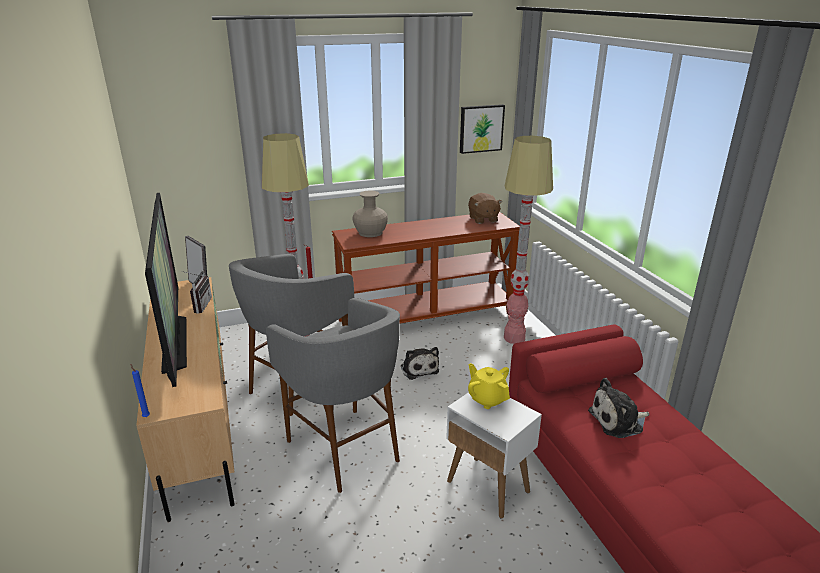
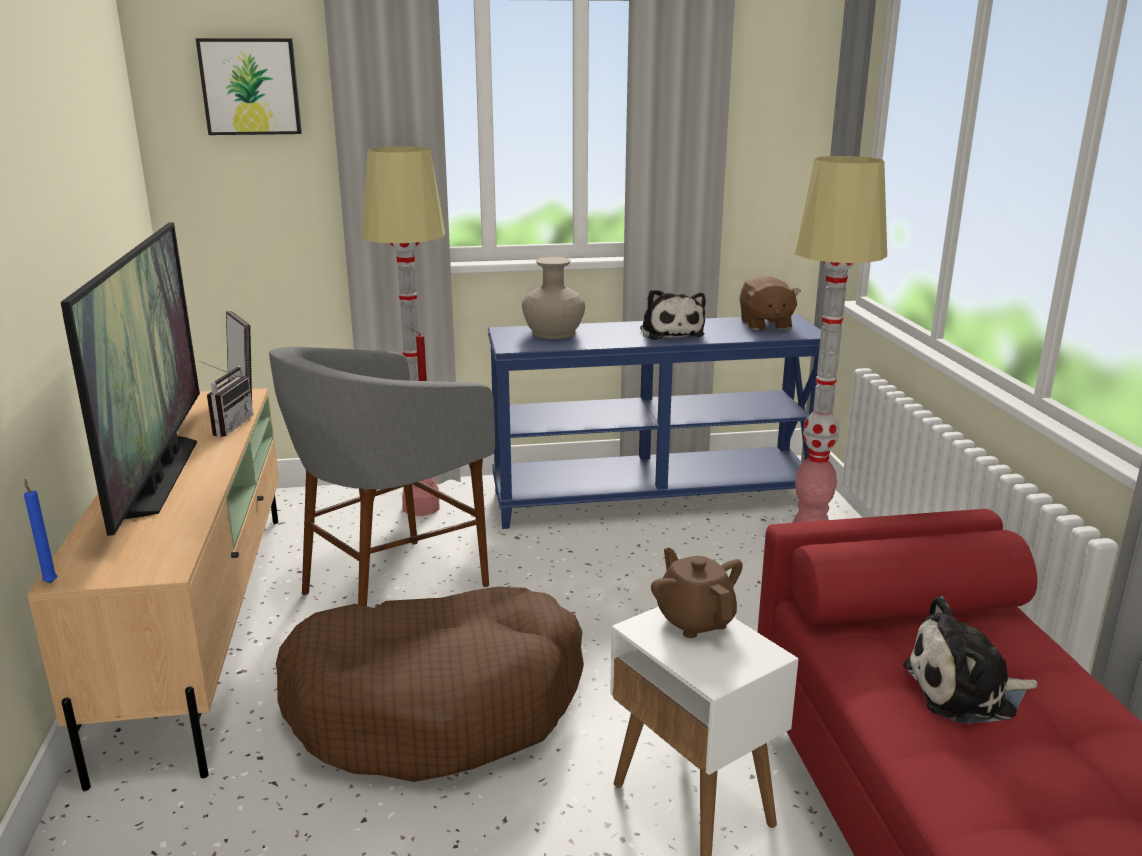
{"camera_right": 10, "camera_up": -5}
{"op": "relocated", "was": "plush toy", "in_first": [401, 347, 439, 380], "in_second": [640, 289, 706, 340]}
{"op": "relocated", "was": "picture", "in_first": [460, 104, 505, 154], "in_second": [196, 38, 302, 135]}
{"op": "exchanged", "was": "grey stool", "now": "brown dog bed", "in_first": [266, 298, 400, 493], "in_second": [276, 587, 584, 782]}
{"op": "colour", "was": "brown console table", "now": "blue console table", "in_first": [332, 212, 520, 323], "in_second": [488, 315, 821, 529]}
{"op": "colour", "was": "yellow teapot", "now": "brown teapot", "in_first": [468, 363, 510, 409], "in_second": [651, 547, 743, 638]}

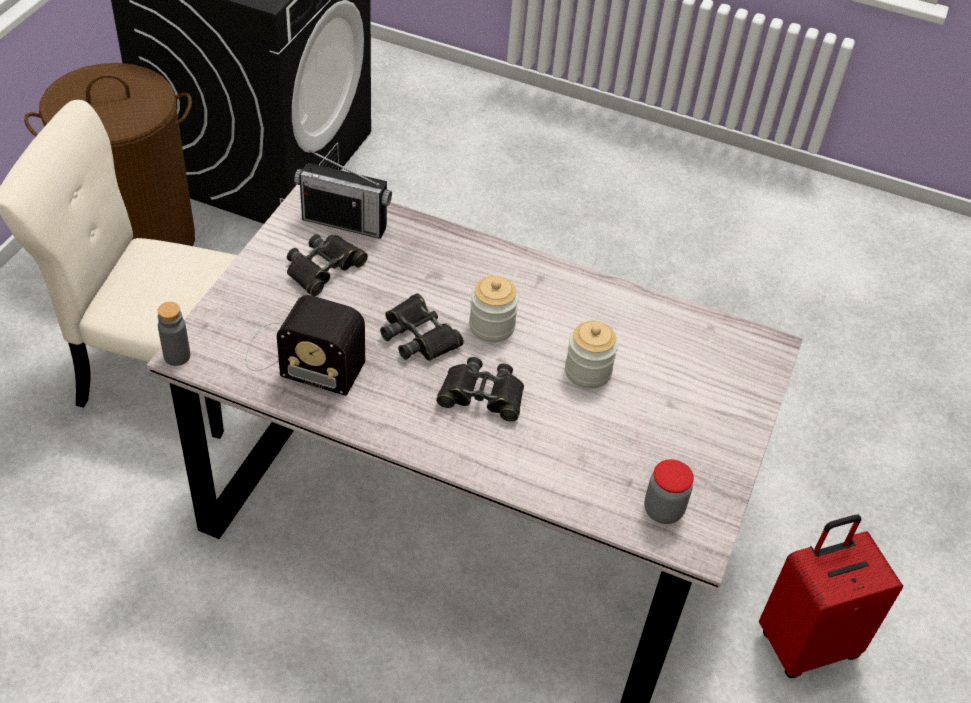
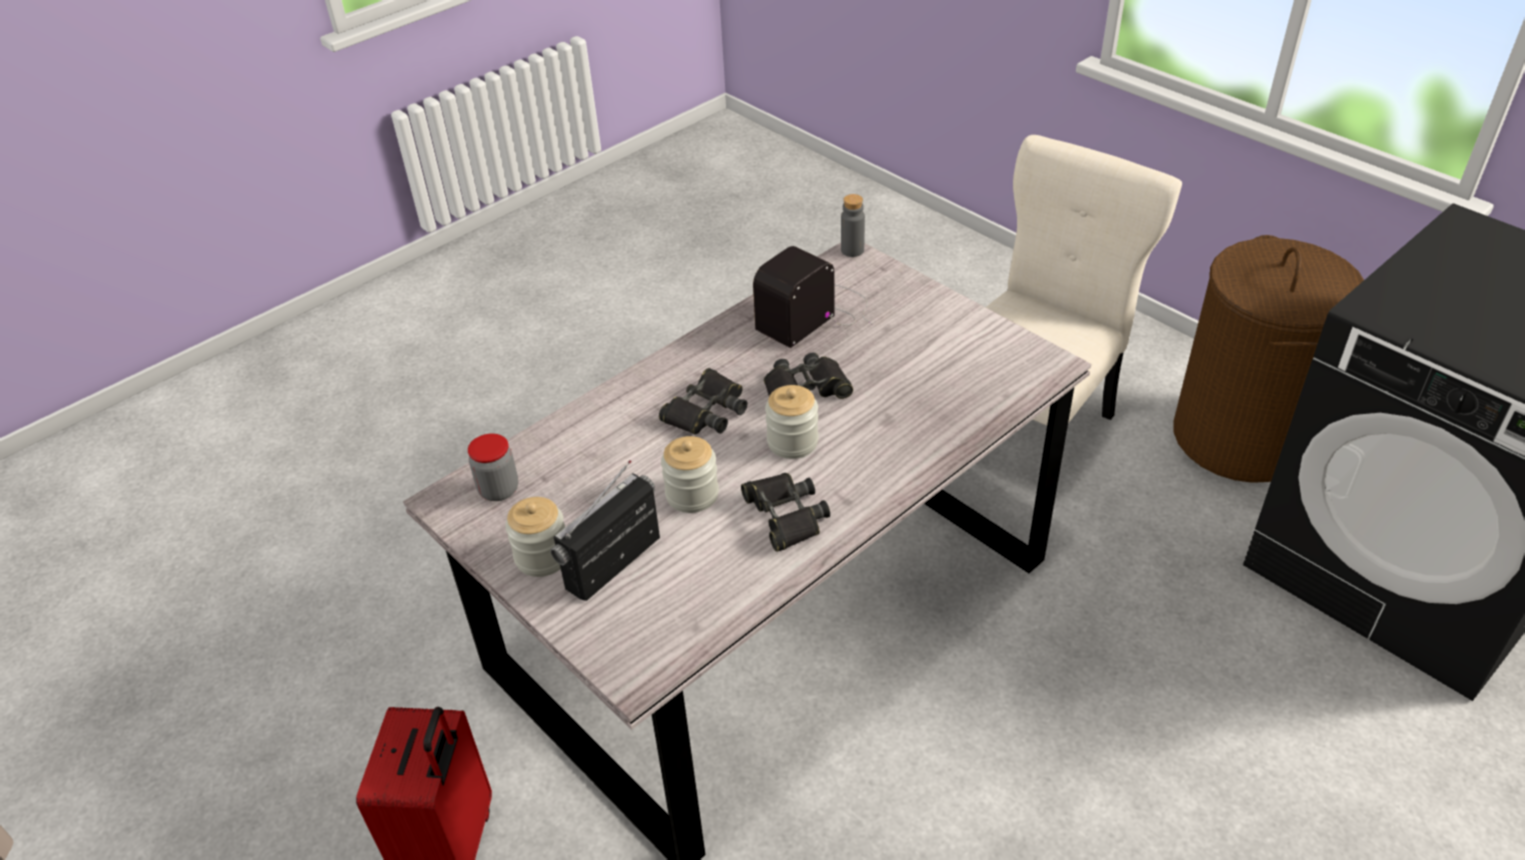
{"camera_right": 120, "camera_up": -5}
{"op": "appeared", "now": "jar", "in_second": [505, 497, 565, 577]}
{"op": "relocated", "was": "black binoculars", "in_first": [287, 234, 368, 296], "in_second": [741, 473, 830, 552]}
{"op": "relocated", "was": "radio", "in_first": [294, 150, 392, 239], "in_second": [550, 460, 660, 601]}

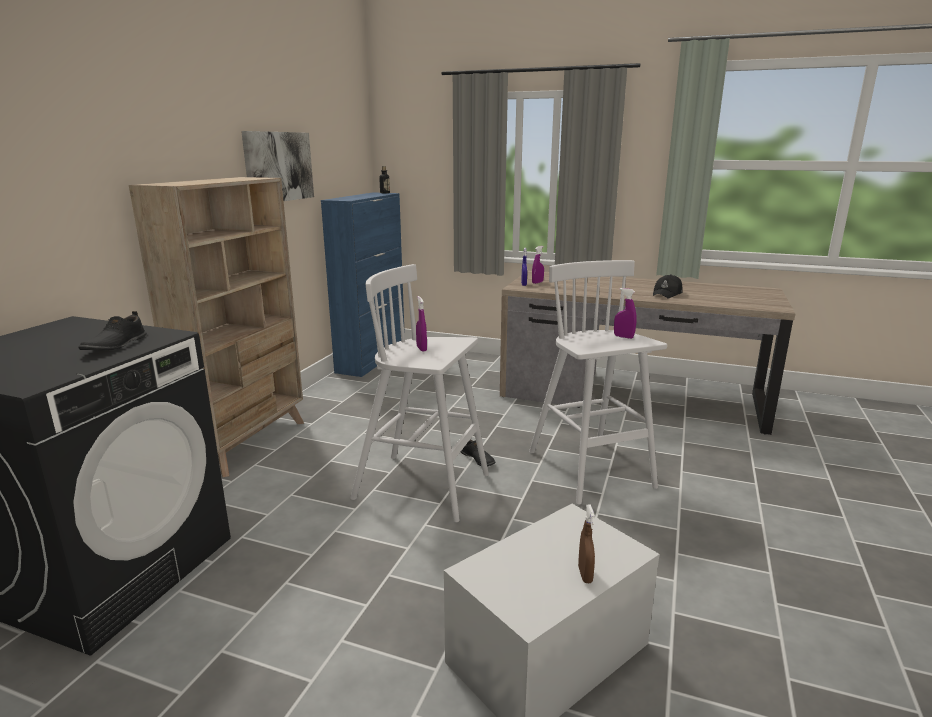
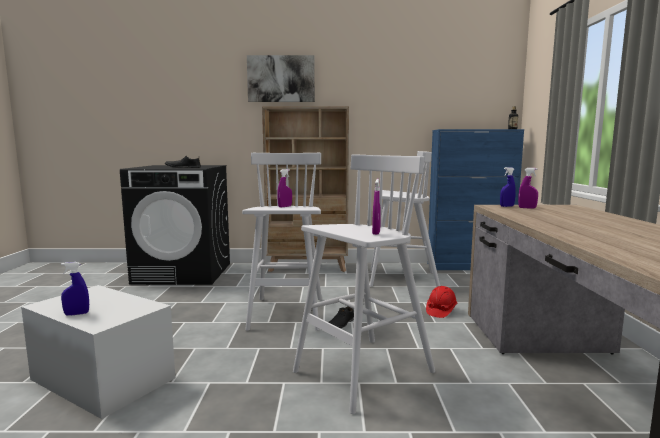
{"camera_right": 70, "camera_up": -10}
{"op": "missing", "was": "black cap", "in_first": [653, 274, 683, 298]}
{"op": "appeared", "now": "white stool", "in_second": [370, 151, 440, 287]}
{"op": "appeared", "now": "red hard hat", "in_second": [426, 286, 458, 318]}
{"op": "relocated", "was": "picture", "in_first": [241, 131, 314, 201], "in_second": [247, 55, 315, 102]}
{"op": "colour", "was": "brown spray bottle", "now": "blue spray bottle", "in_first": [578, 504, 595, 583], "in_second": [61, 262, 89, 316]}

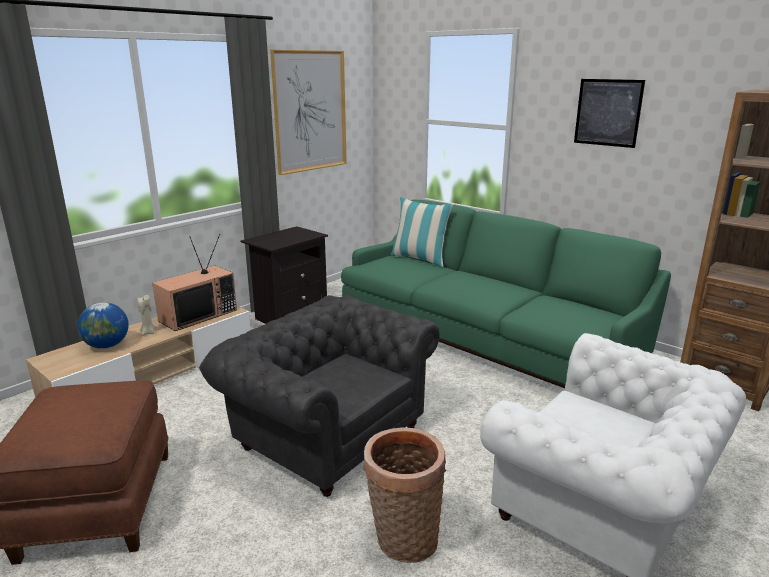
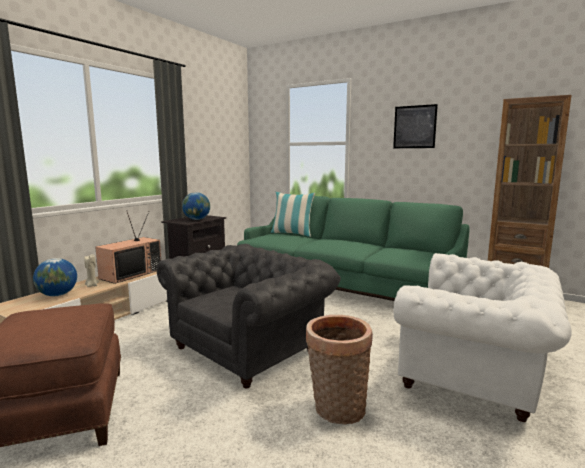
{"camera_right": -10, "camera_up": -10}
{"op": "missing", "was": "picture", "in_first": [270, 50, 347, 175]}
{"op": "appeared", "now": "globe", "in_second": [182, 192, 210, 220]}
{"op": "spun", "was": "grey armchair", "in_first": [200, 295, 439, 497], "in_second": [157, 244, 341, 388], "clockwise": 105}

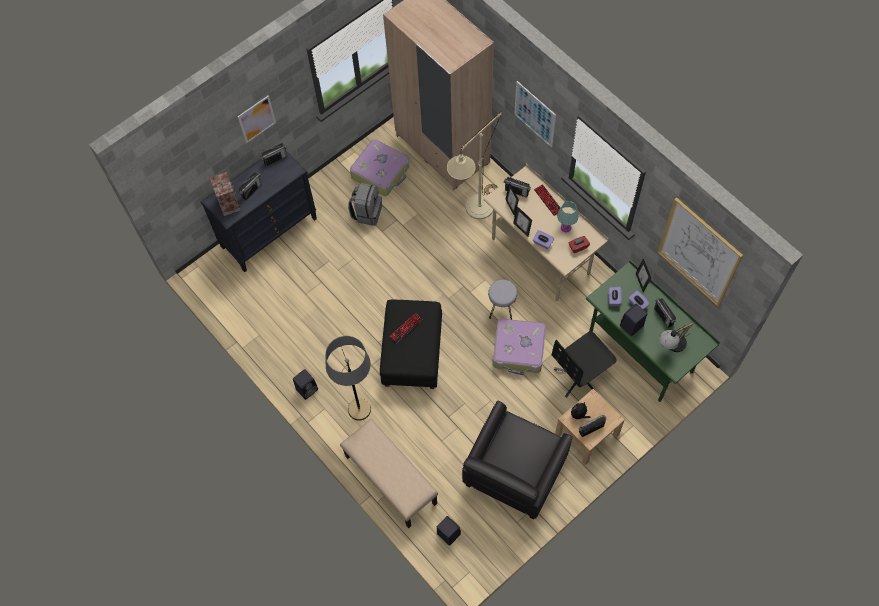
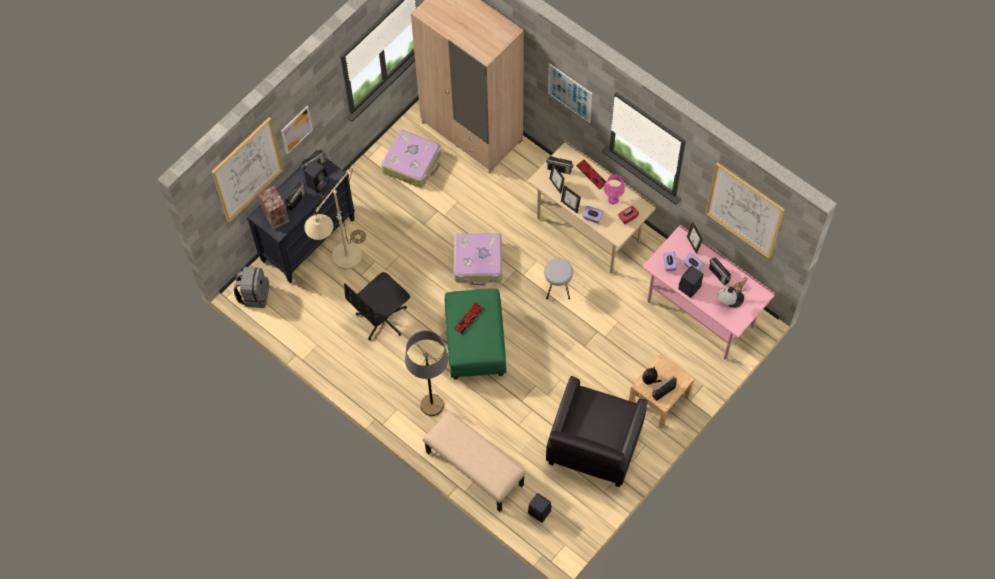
{"camera_right": -10, "camera_up": 0}
{"op": "appeared", "now": "picture", "in_second": [211, 117, 284, 222]}
{"op": "relocated", "was": "black speaker", "in_first": [293, 369, 318, 400], "in_second": [304, 160, 329, 193]}
{"op": "relocated", "was": "grey backpack", "in_first": [348, 183, 382, 226], "in_second": [234, 267, 269, 308]}
{"op": "relocated", "was": "beige floor lamp", "in_first": [447, 111, 502, 219], "in_second": [304, 164, 366, 269]}
{"op": "relocated", "was": "suitcase", "in_first": [493, 319, 546, 375], "in_second": [454, 233, 502, 286]}
{"op": "relocated", "was": "black office chair", "in_first": [552, 331, 617, 398], "in_second": [344, 272, 410, 340]}
{"op": "colour", "was": "black ottoman", "now": "green ottoman", "in_first": [380, 300, 442, 389], "in_second": [445, 289, 506, 379]}
{"op": "colour", "was": "turquoise table lamp", "now": "pink table lamp", "in_first": [557, 201, 579, 232], "in_second": [604, 174, 625, 204]}
{"op": "colour", "was": "green desk", "now": "pink desk", "in_first": [586, 260, 720, 402], "in_second": [642, 224, 775, 359]}

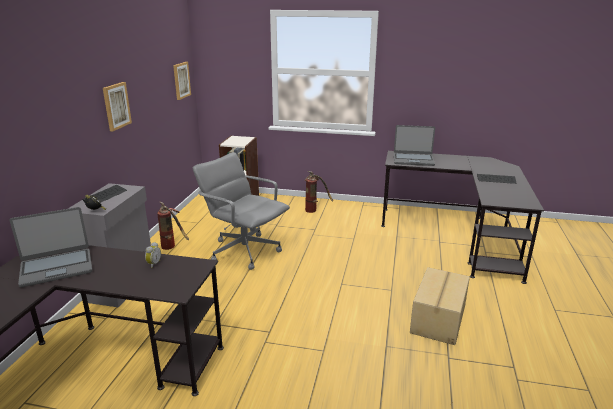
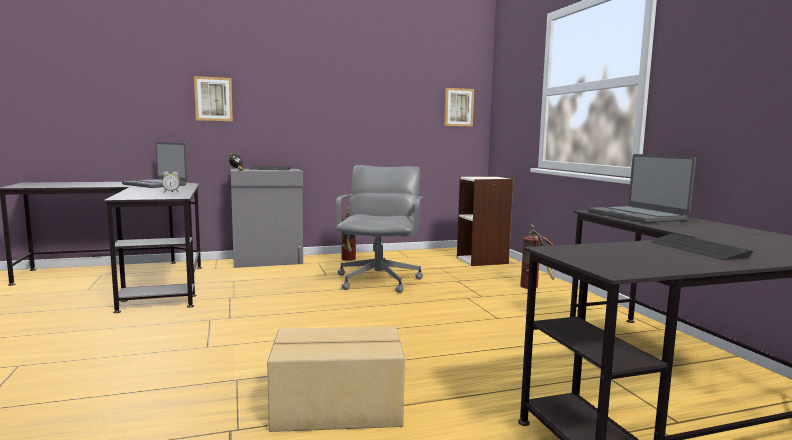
{"camera_right": 60, "camera_up": -15}
{"op": "relocated", "was": "picture", "in_first": [103, 82, 132, 131], "in_second": [194, 76, 233, 121]}

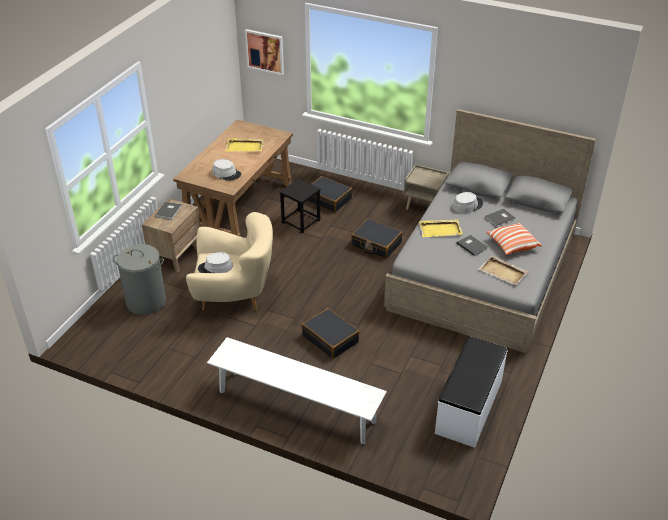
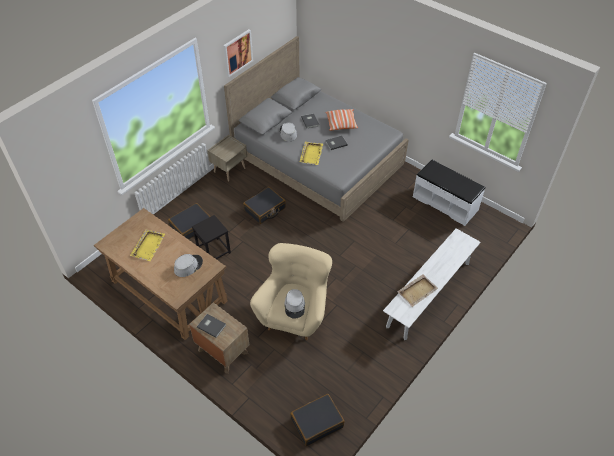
{"camera_right": -75, "camera_up": 10}
{"op": "missing", "was": "grey laundry basket", "in_first": [113, 244, 166, 315]}
{"op": "relocated", "was": "picture", "in_first": [245, 29, 284, 75], "in_second": [223, 29, 253, 77]}
{"op": "relocated", "was": "black suitcase", "in_first": [302, 308, 360, 359], "in_second": [290, 394, 345, 446]}
{"op": "relocated", "was": "beige tray", "in_first": [478, 255, 529, 285], "in_second": [398, 274, 438, 307]}

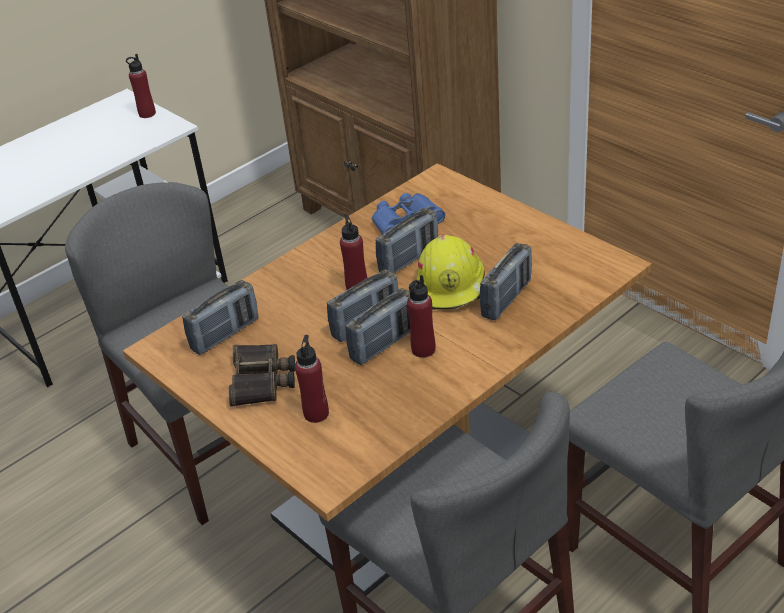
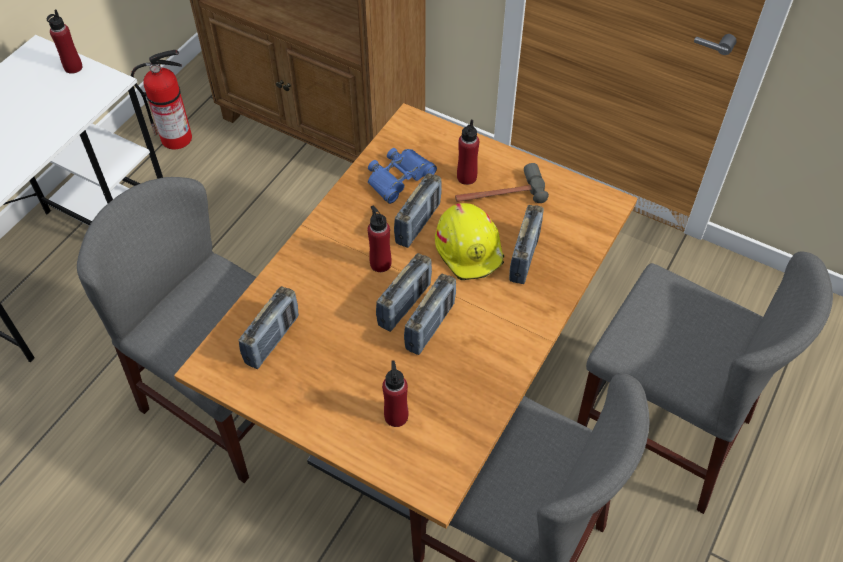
{"camera_right": -20, "camera_up": 15}
{"op": "missing", "was": "binoculars", "in_first": [228, 344, 295, 407]}
{"op": "appeared", "now": "fire extinguisher", "in_second": [131, 50, 192, 149]}
{"op": "appeared", "now": "hammer", "in_second": [455, 163, 549, 203]}
{"op": "relocated", "was": "red bottle", "in_first": [407, 275, 435, 358], "in_second": [457, 119, 479, 185]}

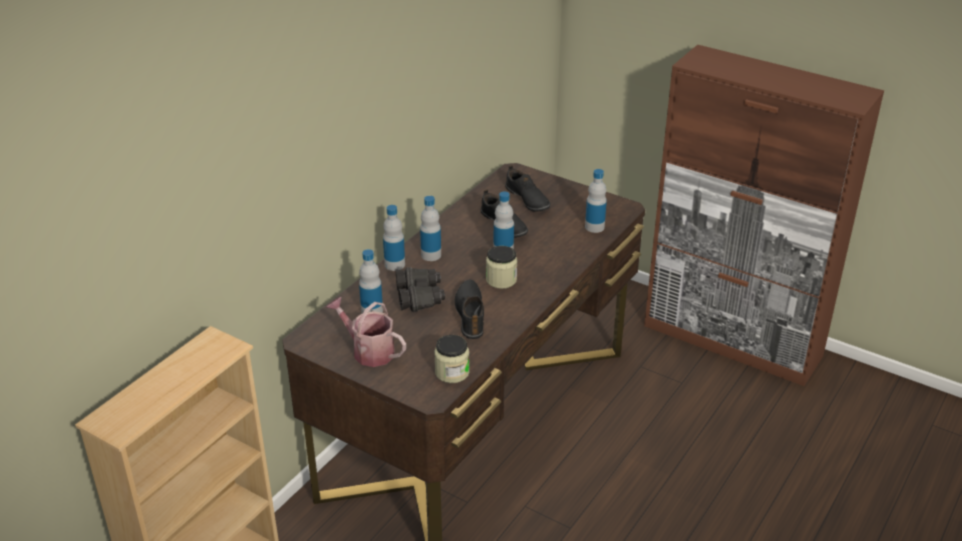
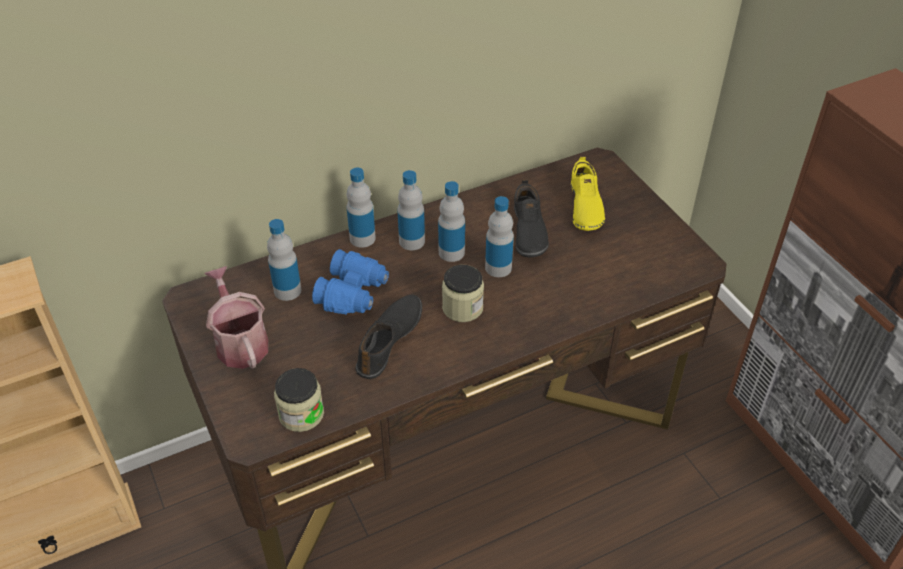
{"camera_right": 30, "camera_up": 10}
{"op": "relocated", "was": "bottle", "in_first": [585, 169, 607, 233], "in_second": [438, 181, 465, 262]}
{"op": "colour", "was": "black binoculars", "now": "blue binoculars", "in_first": [396, 267, 445, 312], "in_second": [312, 249, 389, 314]}
{"op": "colour", "was": "black shoe", "now": "yellow shoe", "in_first": [505, 165, 551, 212], "in_second": [571, 156, 605, 231]}

